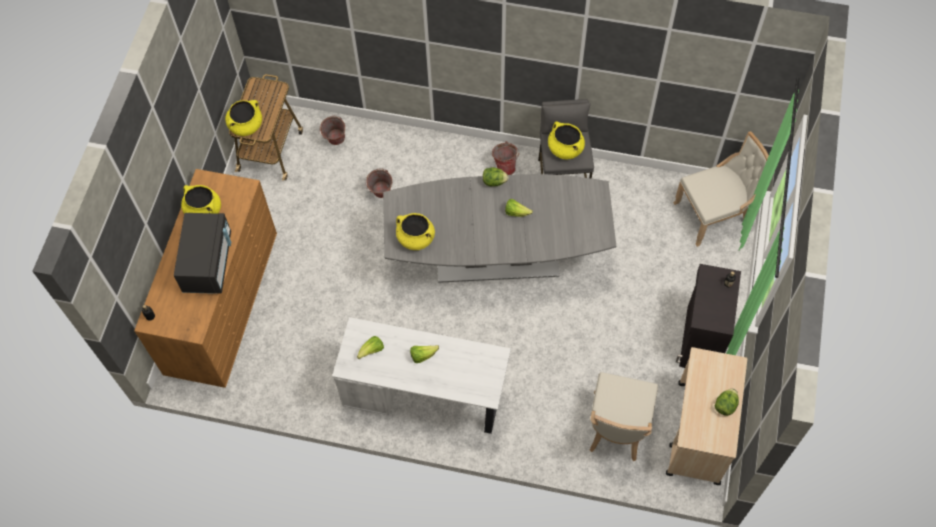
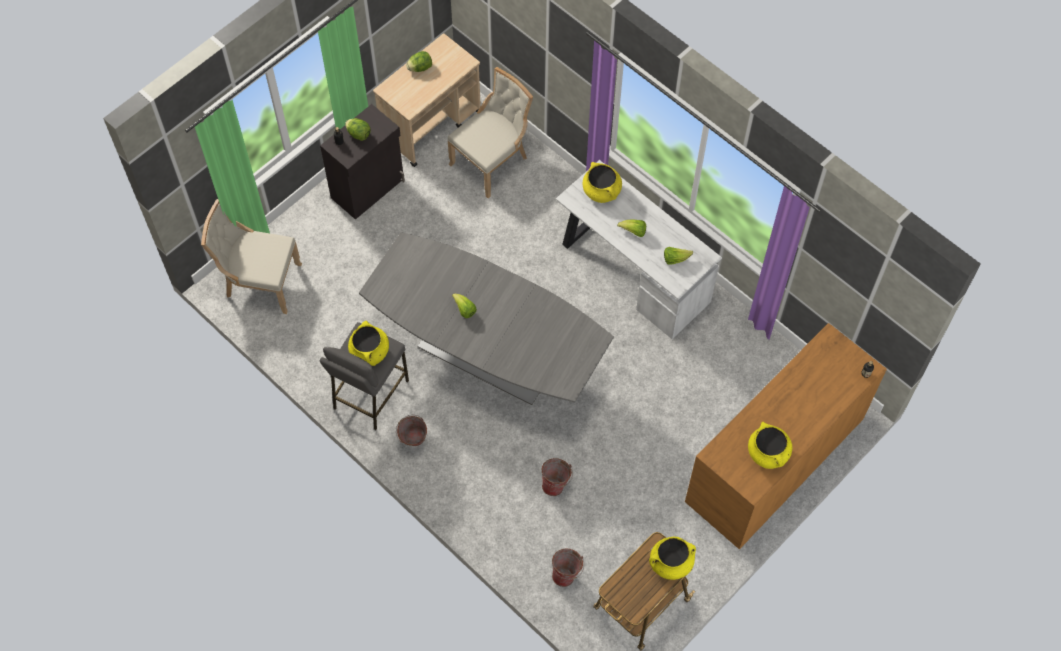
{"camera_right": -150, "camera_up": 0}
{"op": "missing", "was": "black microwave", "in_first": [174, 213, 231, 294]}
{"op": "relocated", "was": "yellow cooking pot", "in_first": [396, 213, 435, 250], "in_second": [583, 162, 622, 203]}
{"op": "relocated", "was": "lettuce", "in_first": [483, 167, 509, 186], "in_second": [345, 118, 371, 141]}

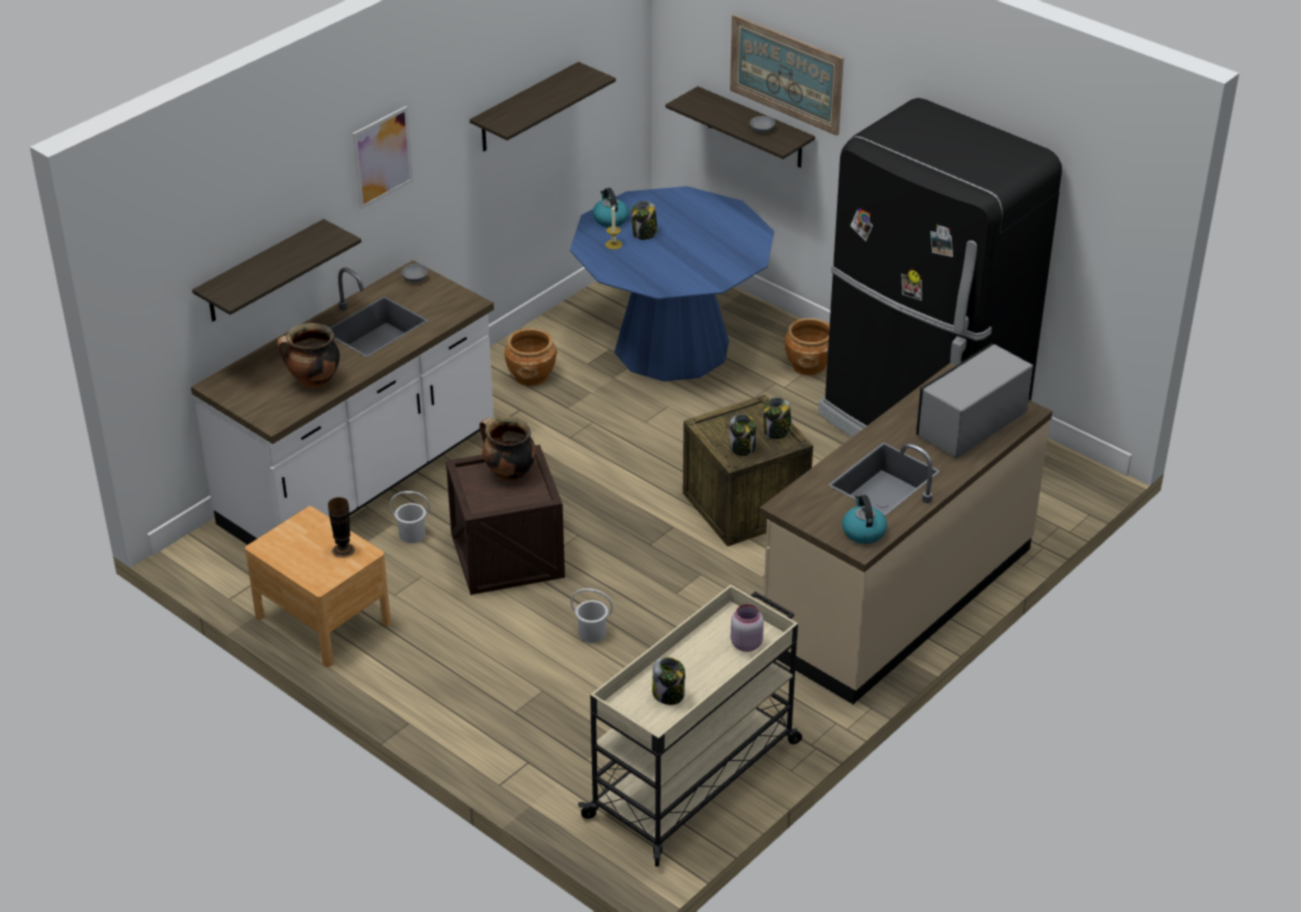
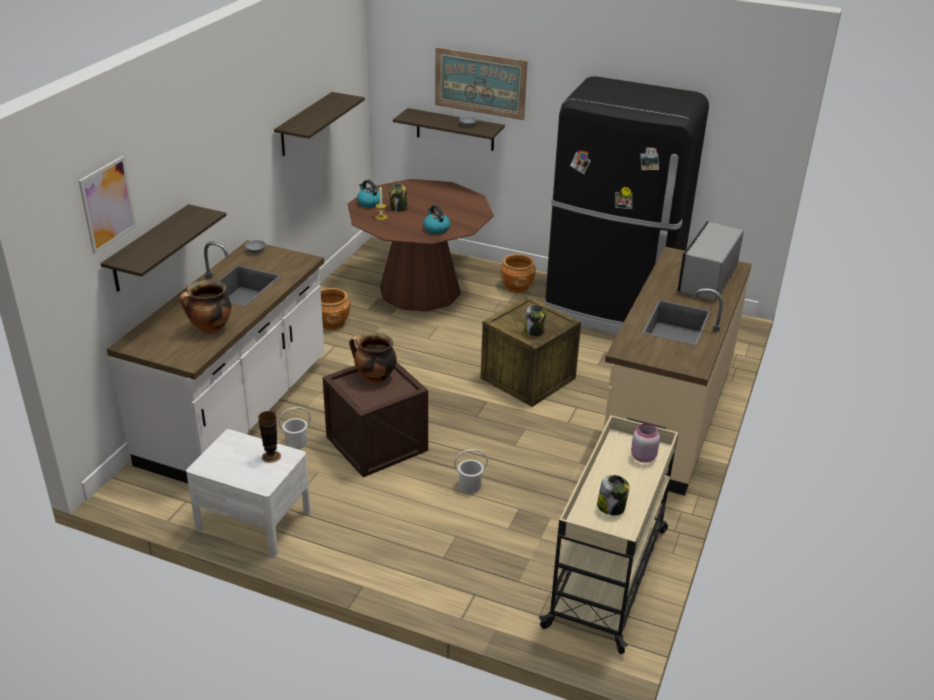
{"camera_right": -20, "camera_up": -5}
{"op": "missing", "was": "jar", "in_first": [763, 397, 792, 439]}
{"op": "relocated", "was": "picture", "in_first": [352, 106, 413, 209], "in_second": [79, 156, 136, 254]}
{"op": "relocated", "was": "kettle", "in_first": [842, 495, 887, 544], "in_second": [423, 205, 450, 234]}
{"op": "colour", "was": "brown nightstand", "now": "white nightstand", "in_first": [245, 506, 391, 667], "in_second": [186, 429, 311, 557]}
{"op": "colour", "was": "blue dining table", "now": "brown dining table", "in_first": [570, 186, 774, 382], "in_second": [348, 179, 494, 312]}

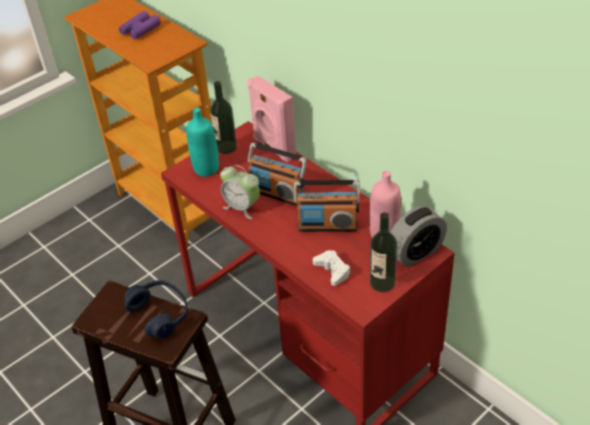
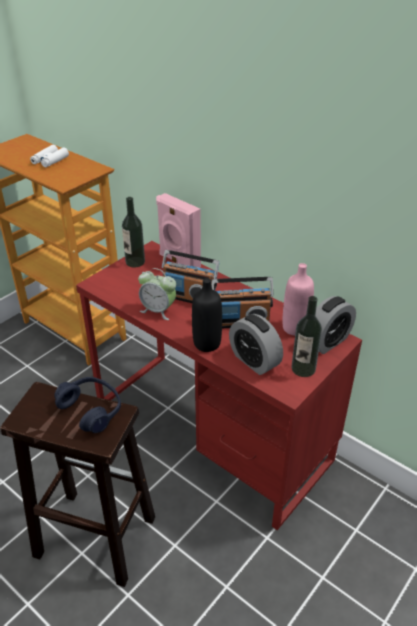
{"camera_right": -10, "camera_up": -5}
{"op": "missing", "was": "turquoise bottle", "in_first": [186, 108, 219, 177]}
{"op": "appeared", "now": "black bottle", "in_second": [192, 278, 222, 352]}
{"op": "exchanged", "was": "white game controller", "now": "alarm clock", "in_first": [313, 250, 351, 286], "in_second": [229, 314, 283, 375]}
{"op": "colour", "was": "purple binoculars", "now": "white binoculars", "in_first": [119, 11, 161, 39], "in_second": [30, 145, 69, 167]}

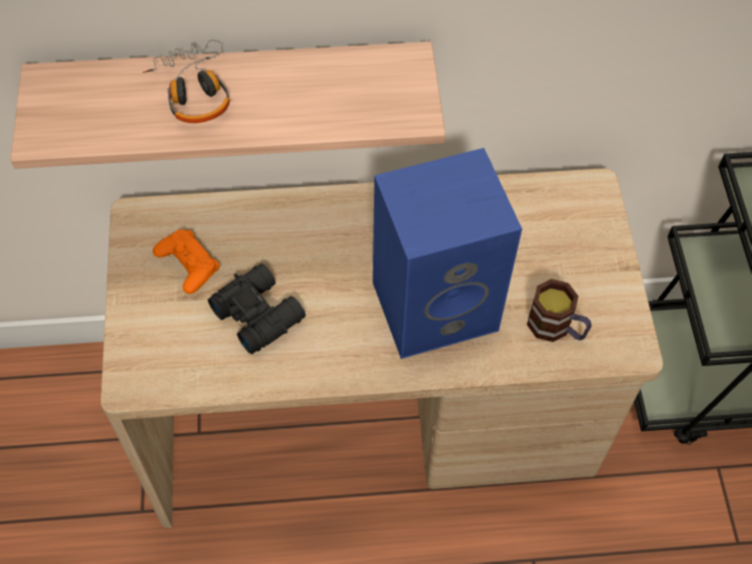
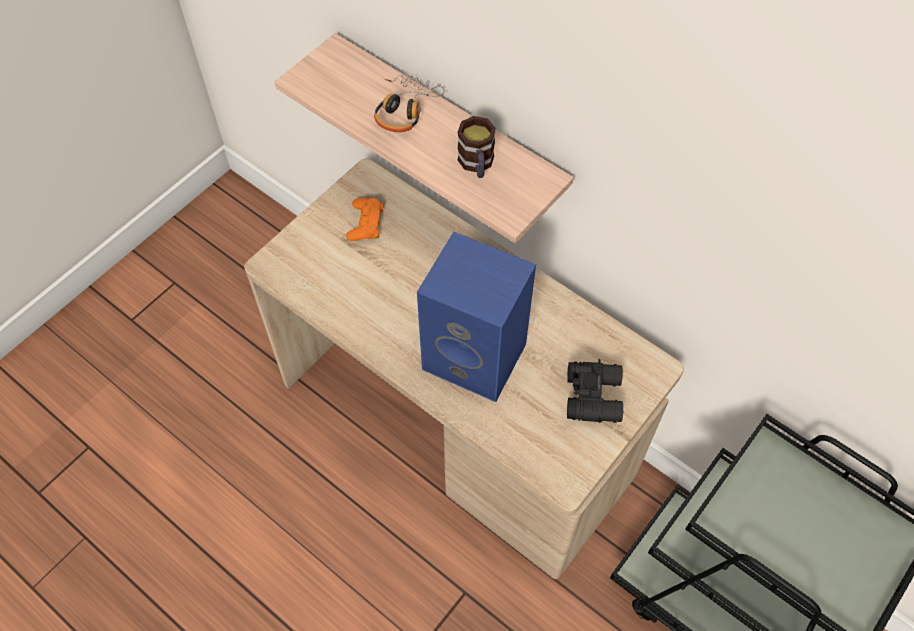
{"camera_right": 45, "camera_up": 0}
{"op": "relocated", "was": "black binoculars", "in_first": [208, 263, 306, 354], "in_second": [567, 359, 623, 423]}
{"op": "relocated", "was": "mug", "in_first": [527, 279, 592, 342], "in_second": [458, 116, 496, 178]}

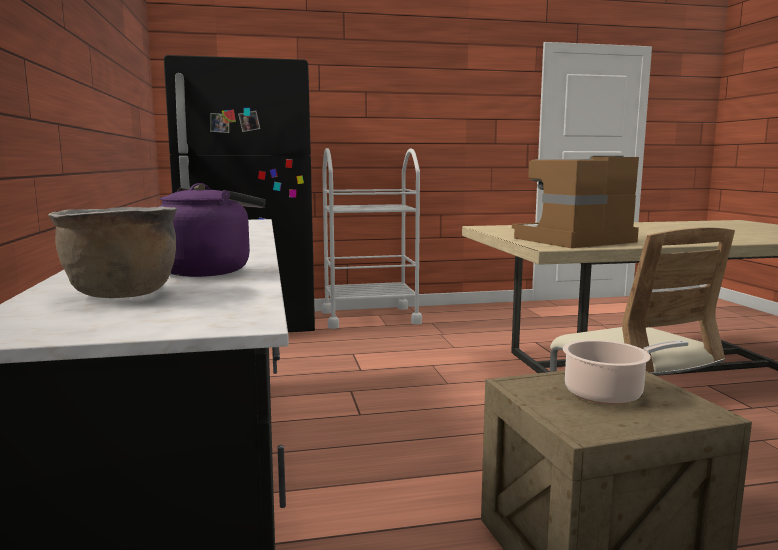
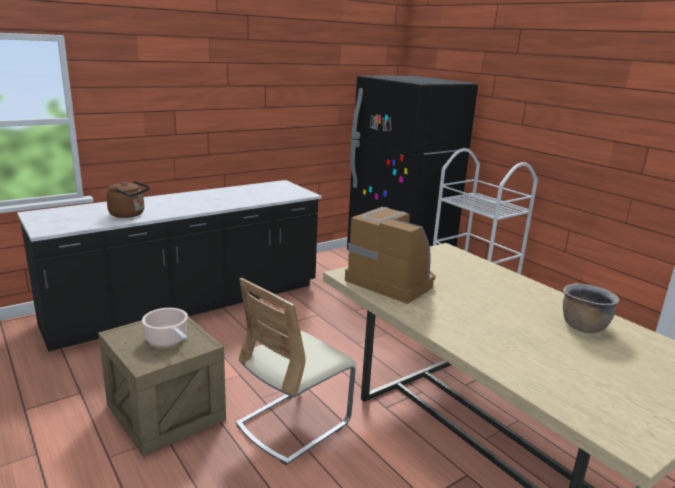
{"camera_right": 65, "camera_up": 10}
{"op": "relocated", "was": "brown cooking pot", "in_first": [48, 206, 177, 298], "in_second": [563, 283, 619, 333]}
{"op": "colour", "was": "purple kettle", "now": "brown kettle", "in_first": [159, 183, 266, 277], "in_second": [106, 181, 150, 218]}

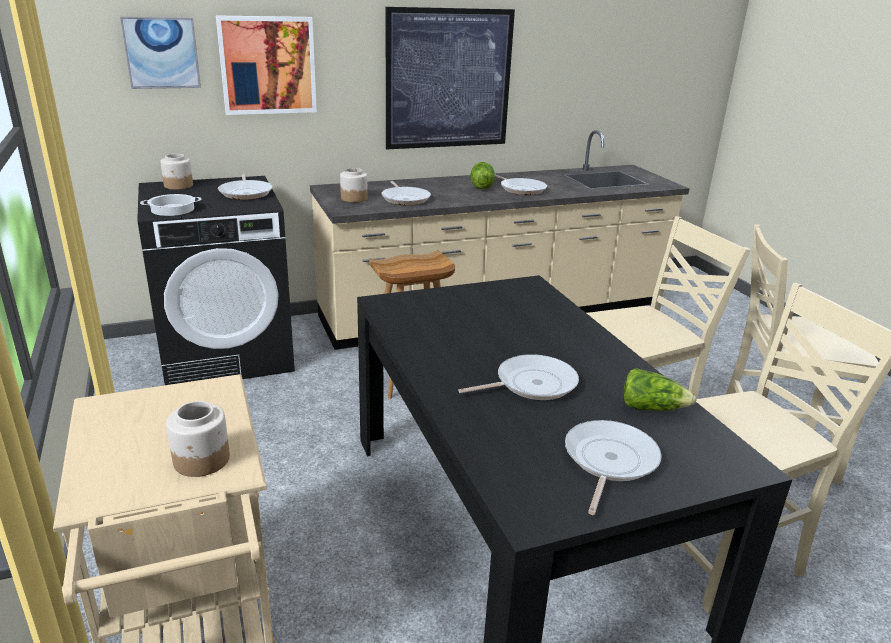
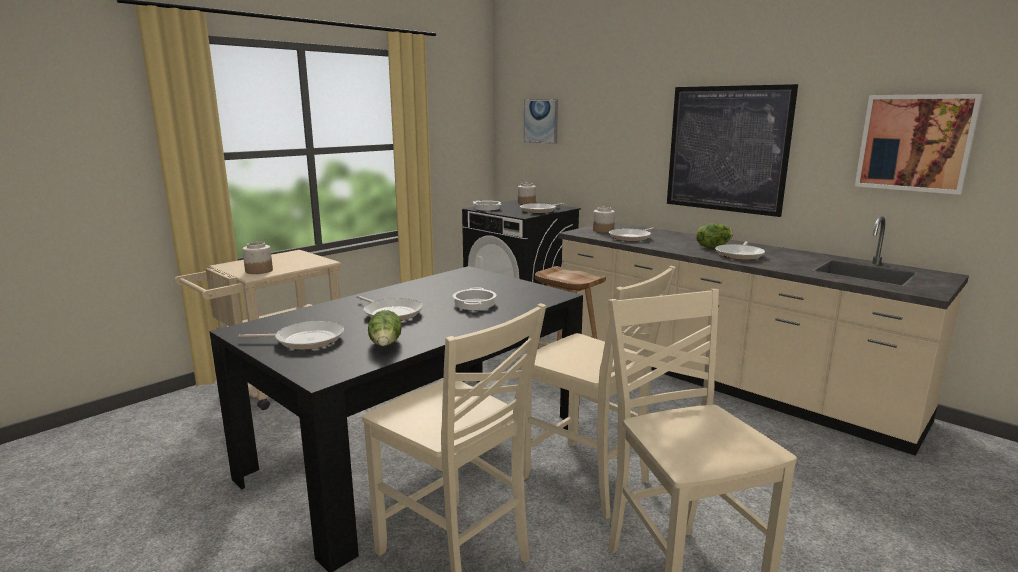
{"camera_right": 65, "camera_up": -10}
{"op": "appeared", "now": "cooking pot", "in_second": [453, 287, 497, 310]}
{"op": "relocated", "was": "picture", "in_first": [216, 15, 317, 115], "in_second": [855, 94, 983, 195]}

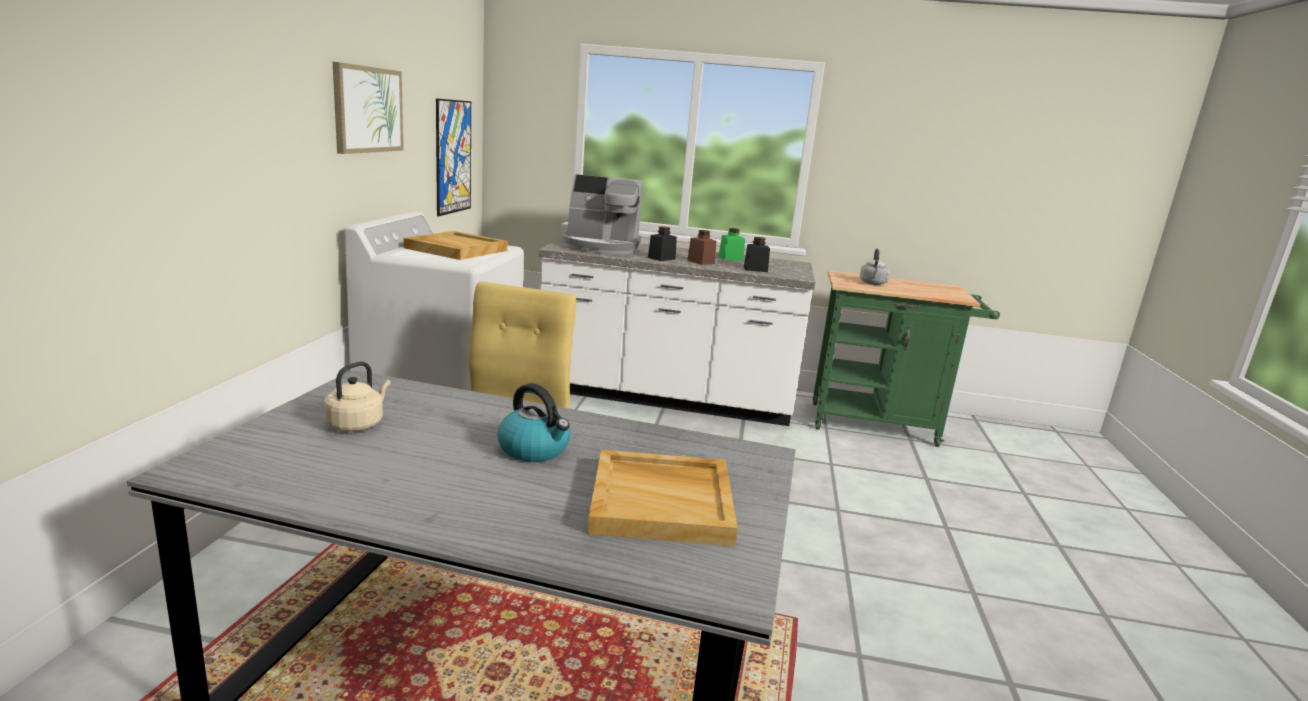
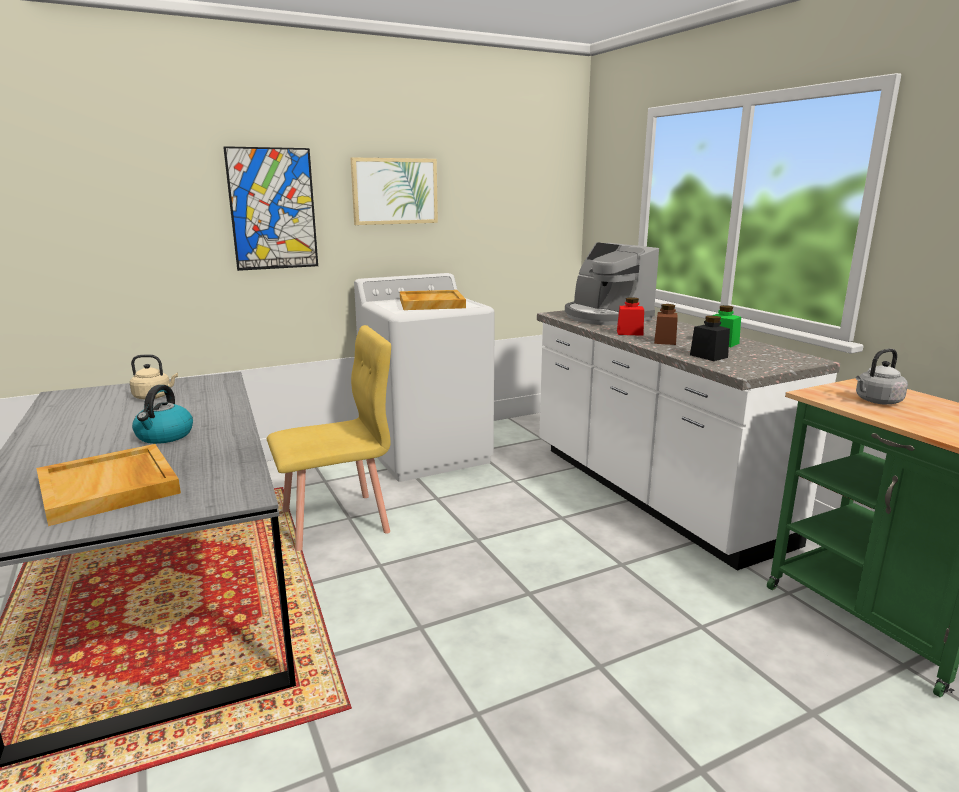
{"camera_right": 55, "camera_up": 0}
{"op": "relocated", "was": "picture", "in_first": [436, 98, 471, 216], "in_second": [223, 146, 318, 271]}
{"op": "colour", "was": "black jar", "now": "red jar", "in_first": [648, 227, 677, 261], "in_second": [617, 297, 644, 336]}

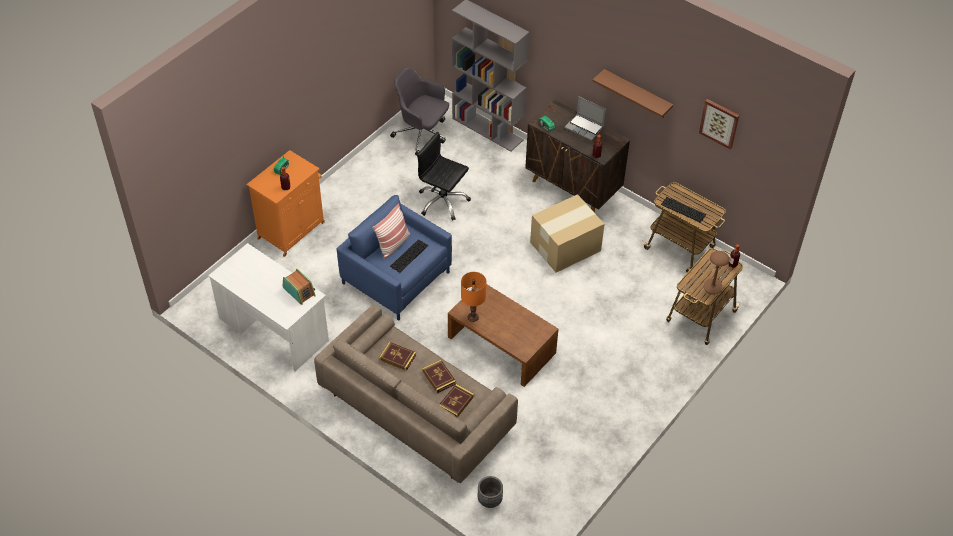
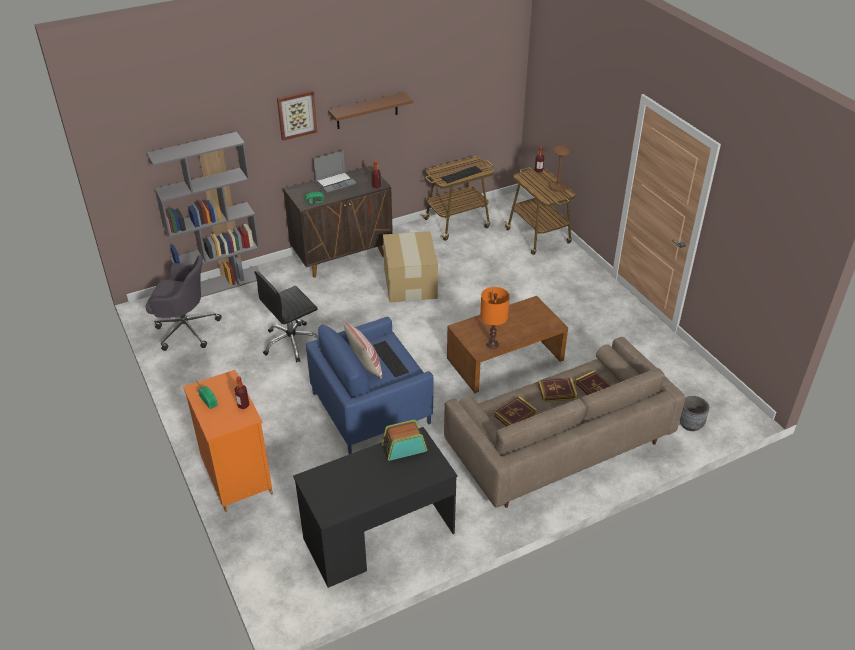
{"camera_right": -65, "camera_up": -10}
{"op": "relocated", "was": "picture", "in_first": [699, 99, 739, 149], "in_second": [277, 90, 317, 140]}
{"op": "colour", "was": "white desk", "now": "black desk", "in_first": [208, 243, 329, 372], "in_second": [293, 427, 457, 588]}
{"op": "spun", "was": "grey office chair", "in_first": [390, 67, 449, 156], "in_second": [146, 255, 222, 351], "clockwise": -135}

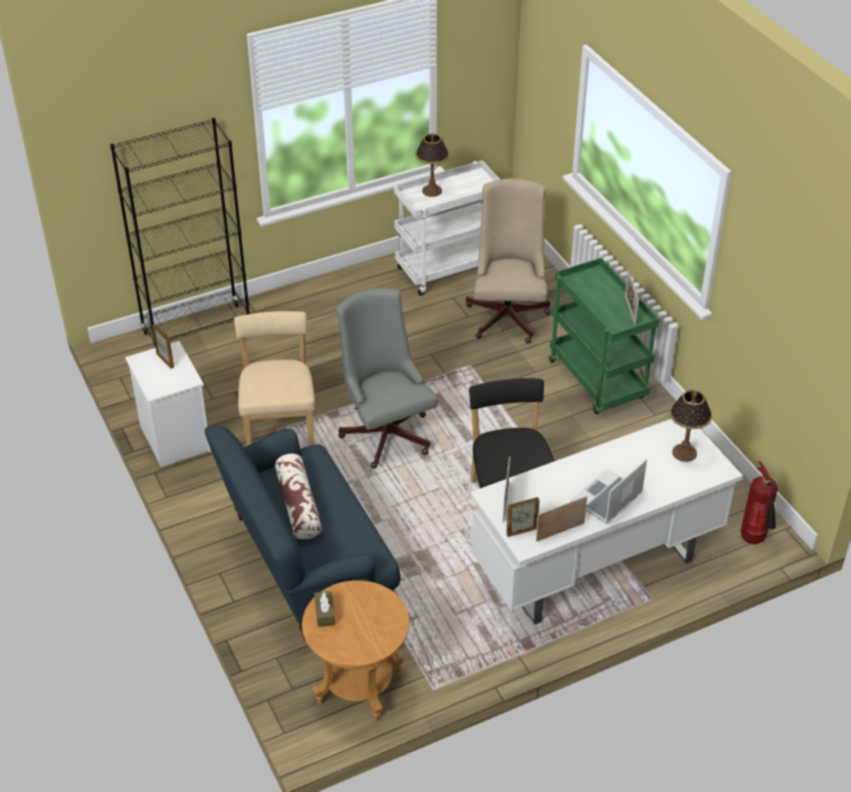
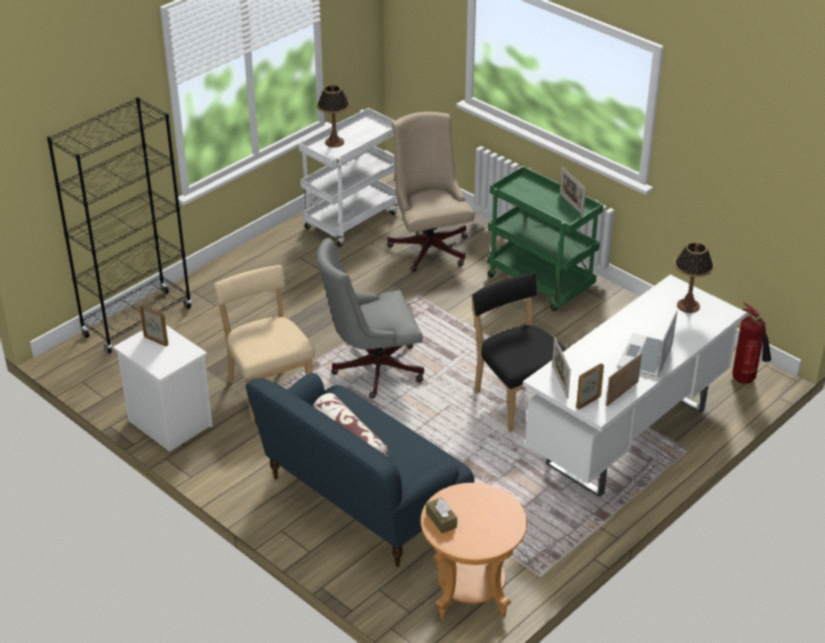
{"camera_right": -20, "camera_up": -5}
{"op": "spun", "was": "grey office chair", "in_first": [336, 288, 438, 468], "in_second": [316, 238, 424, 399], "clockwise": -60}

